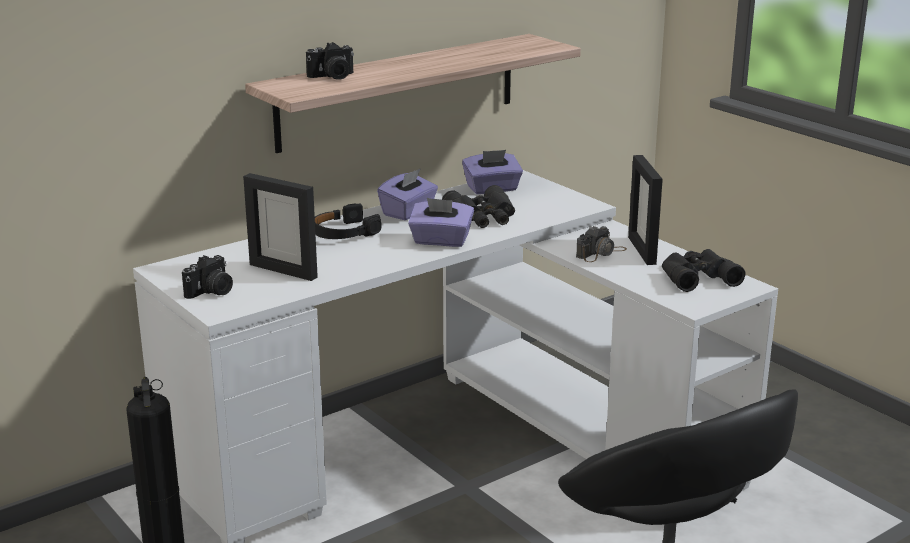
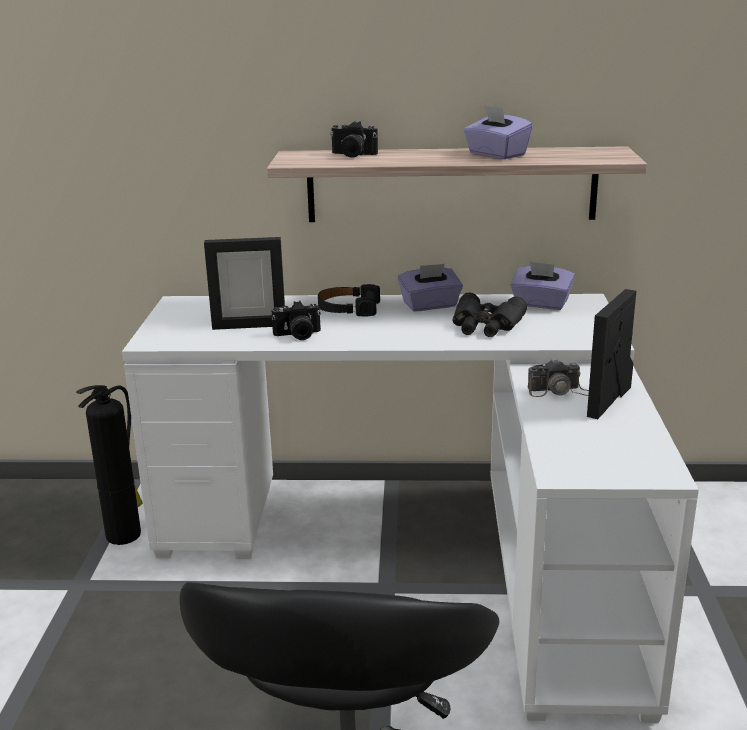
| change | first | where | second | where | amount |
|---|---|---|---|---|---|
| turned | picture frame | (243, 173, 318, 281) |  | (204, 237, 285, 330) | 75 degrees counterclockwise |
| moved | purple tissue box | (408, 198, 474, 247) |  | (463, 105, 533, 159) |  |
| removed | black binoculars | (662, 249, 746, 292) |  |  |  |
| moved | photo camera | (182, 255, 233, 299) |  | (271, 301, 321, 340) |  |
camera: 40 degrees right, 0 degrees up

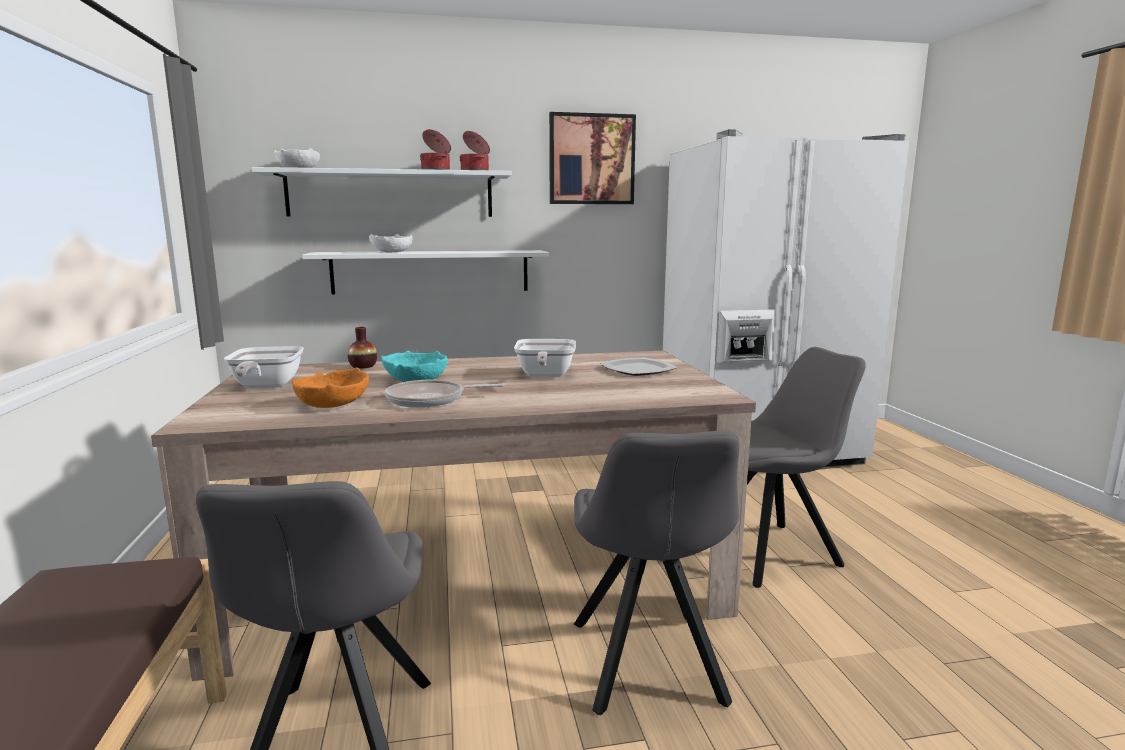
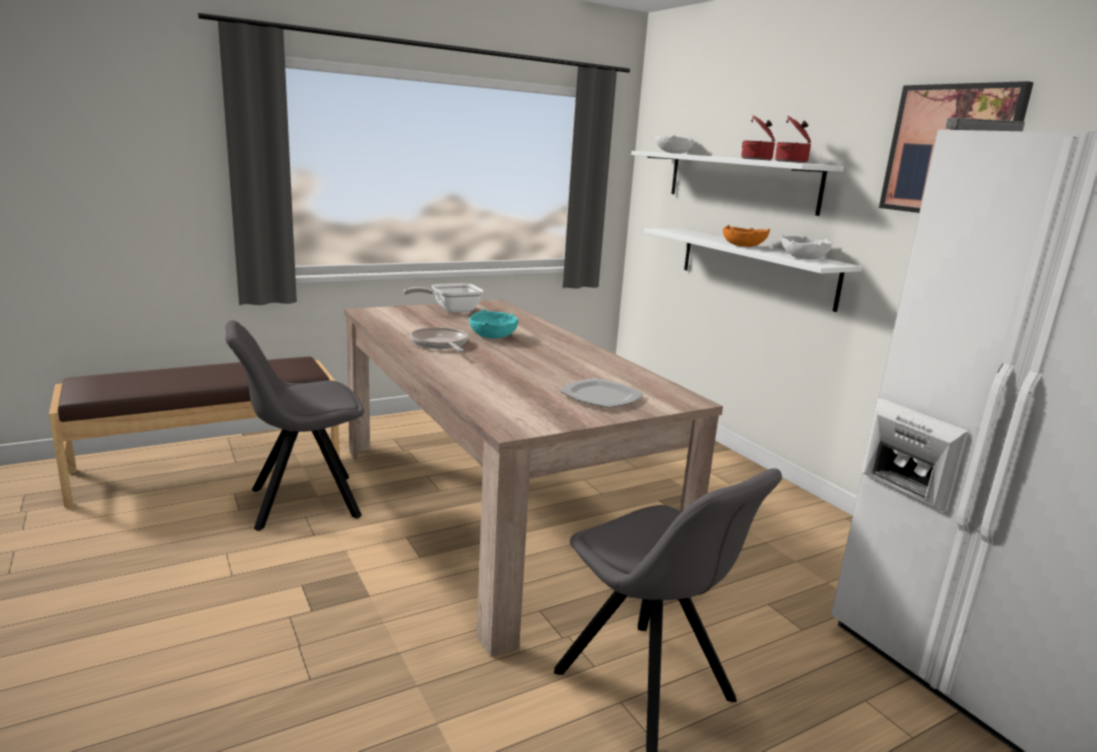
| change | first | where | second | where | amount |
|---|---|---|---|---|---|
| moved | white bowl | (369, 234, 413, 253) |  | (781, 235, 832, 259) |  |
| removed | vase | (347, 327, 377, 369) |  |  |  |
| removed | frying pan | (514, 339, 576, 377) |  |  |  |
| moved | orange bowl | (292, 367, 369, 408) |  | (723, 225, 770, 247) |  |
| removed | grey chair | (574, 430, 739, 715) |  |  |  |
camera: 70 degrees right, 5 degrees up

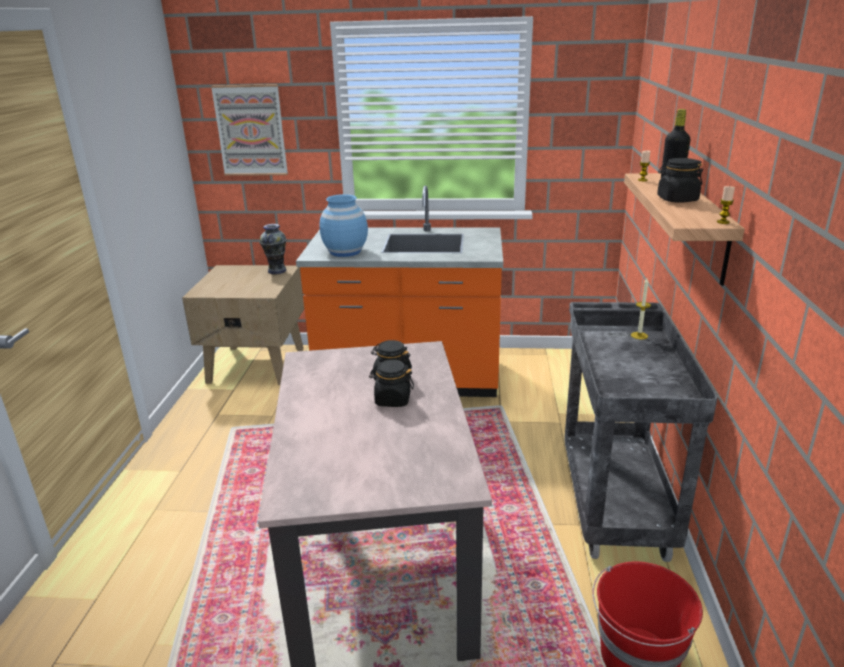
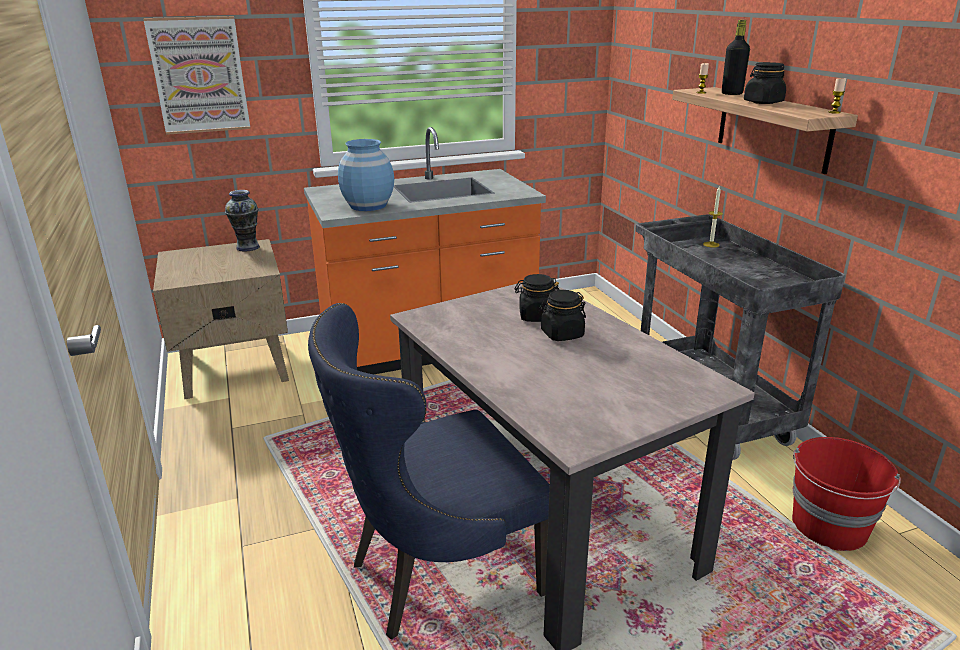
| change | first | where | second | where | amount |
|---|---|---|---|---|---|
| added |  |  | blue chair | (308, 303, 550, 640) |  |
camera: 25 degrees left, 0 degrees up

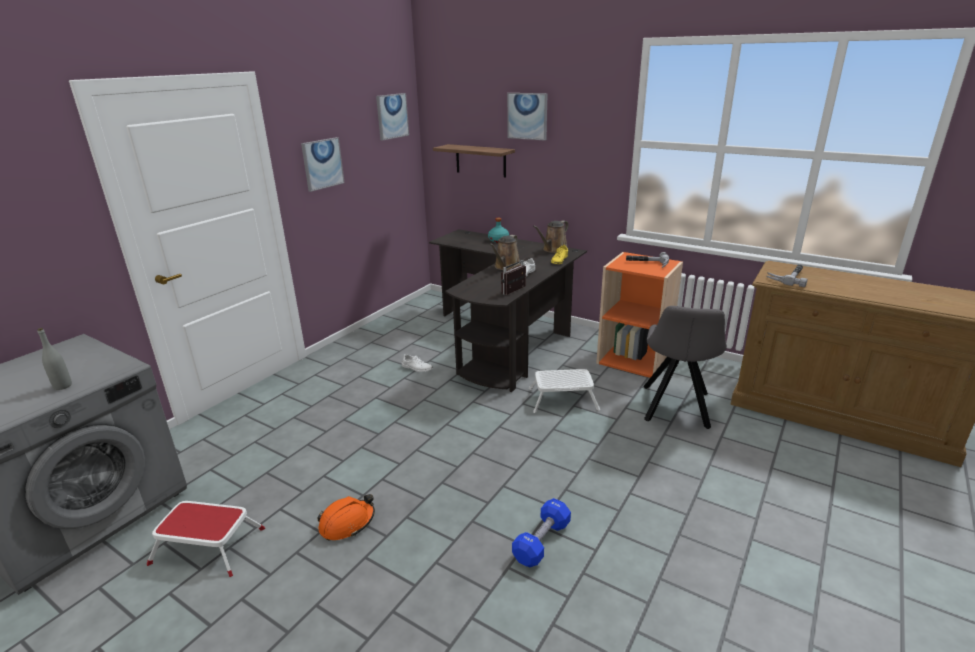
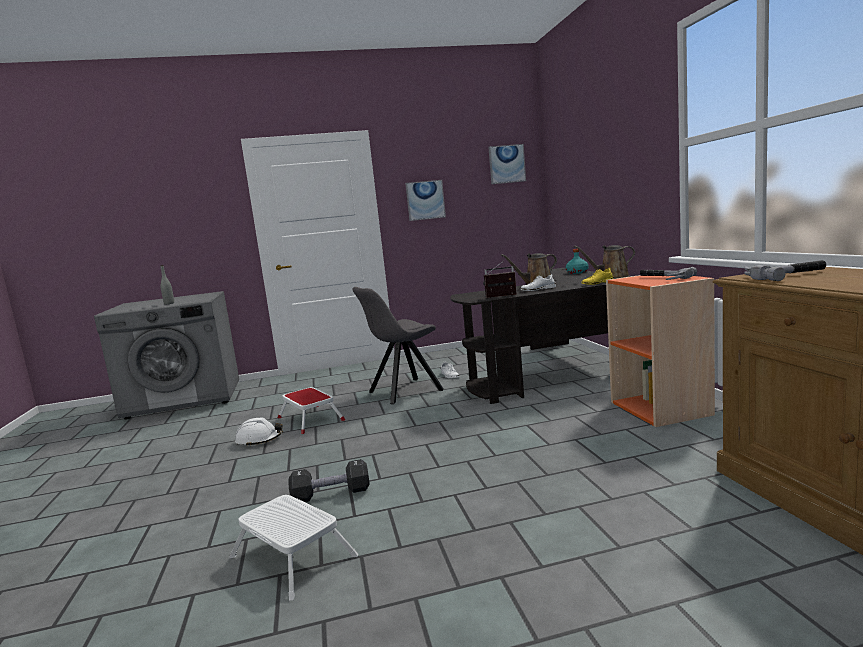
| change | first | where | second | where | amount |
|---|---|---|---|---|---|
| removed | picture | (507, 93, 548, 141) |  |  |  |
| removed | shelf | (433, 144, 515, 177) |  |  |  |
| moved | grey chair | (643, 306, 727, 429) |  | (352, 287, 444, 404) |  |
| moved | white step ladder | (529, 369, 600, 413) |  | (229, 495, 358, 601) |  |
| recoloured | orange hard hat | (318, 494, 375, 541) | white hard hat | (235, 418, 283, 447) |  |
| recoloured | blue dumbbell | (512, 498, 571, 567) | black dumbbell | (288, 459, 370, 502) |  |
| moved | red step ladder | (147, 501, 265, 577) |  | (278, 387, 345, 434) |  |
camera: 45 degrees right, 15 degrees down

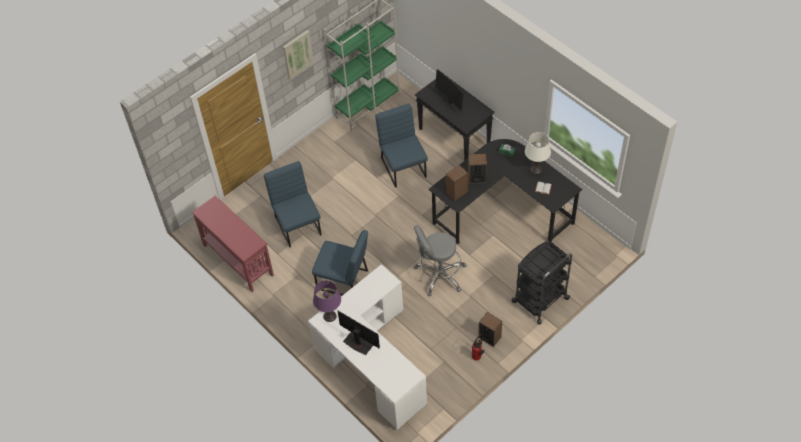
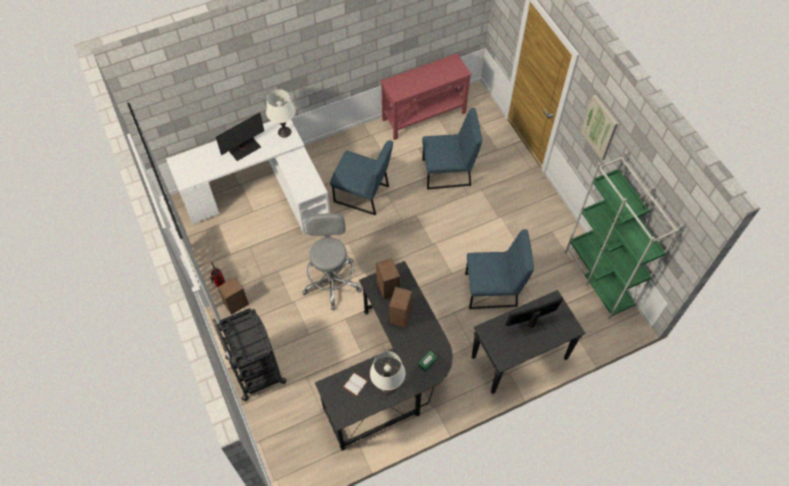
| change | first | where | second | where | amount |
|---|---|---|---|---|---|
| turned | blue chair | (312, 230, 368, 296) |  | (330, 140, 393, 215) | 105 degrees counterclockwise |
| recoloured | purple table lamp | (313, 280, 341, 322) | white table lamp | (266, 89, 295, 138) |  |
camera: 105 degrees right, 5 degrees up

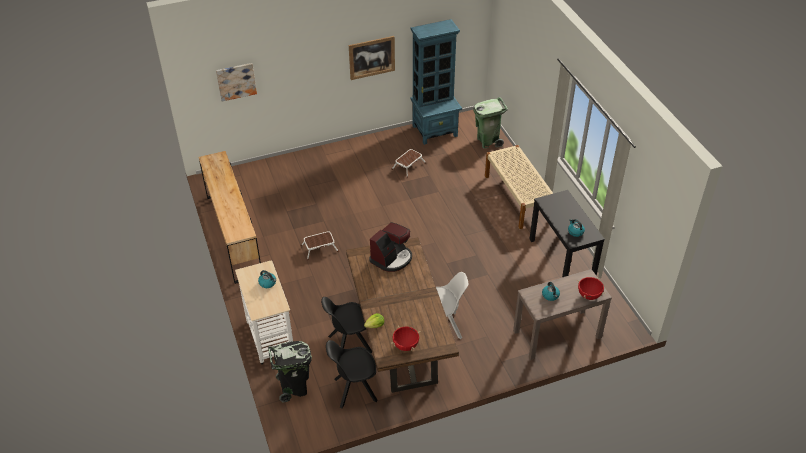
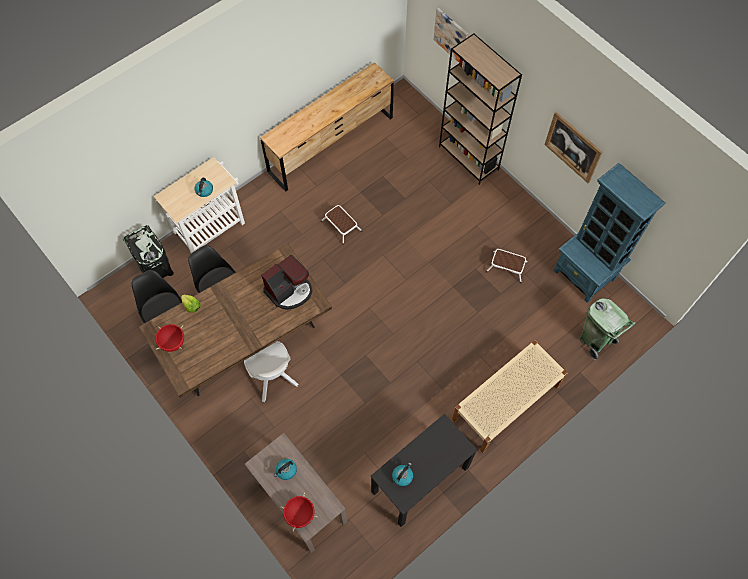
| change | first | where | second | where | amount |
|---|---|---|---|---|---|
| turned | coffee machine | (369, 222, 412, 272) |  | (261, 255, 313, 310) | 60 degrees counterclockwise |
| added |  |  | beige bookcase | (439, 33, 522, 185) |  |
camera: 70 degrees right, 20 degrees up

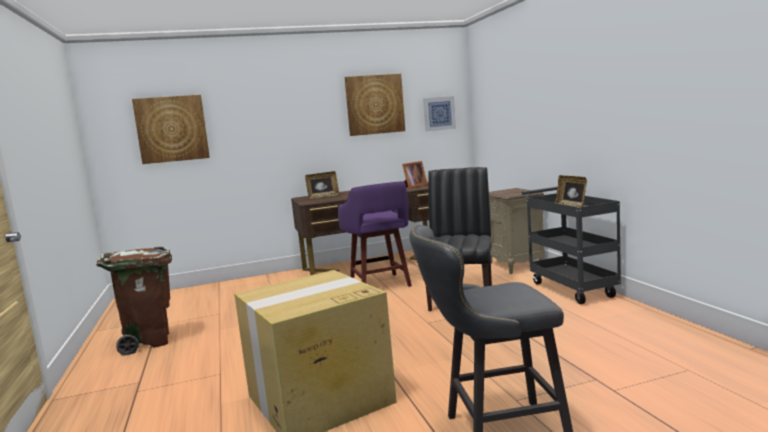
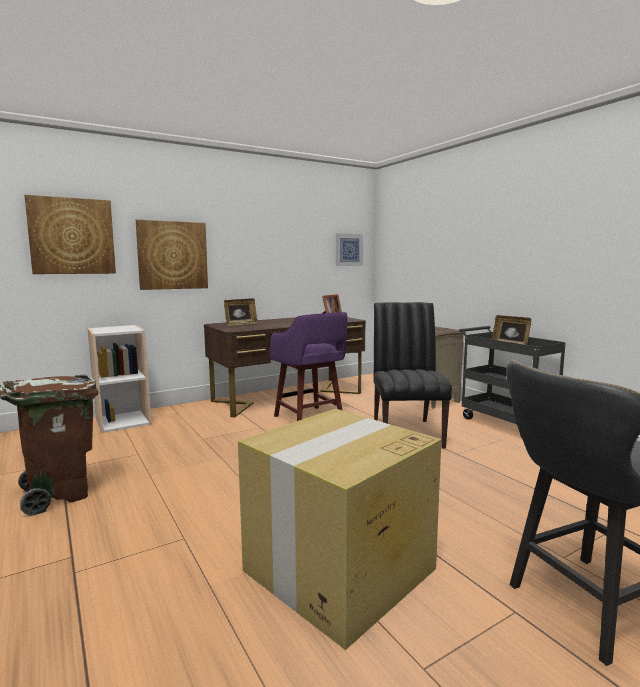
| change | first | where | second | where | amount |
|---|---|---|---|---|---|
| moved | picture | (345, 74, 405, 136) |  | (136, 220, 208, 290) |  |
| added |  |  | bookcase | (87, 325, 152, 433) |  |
camera: 15 degrees left, 0 degrees up

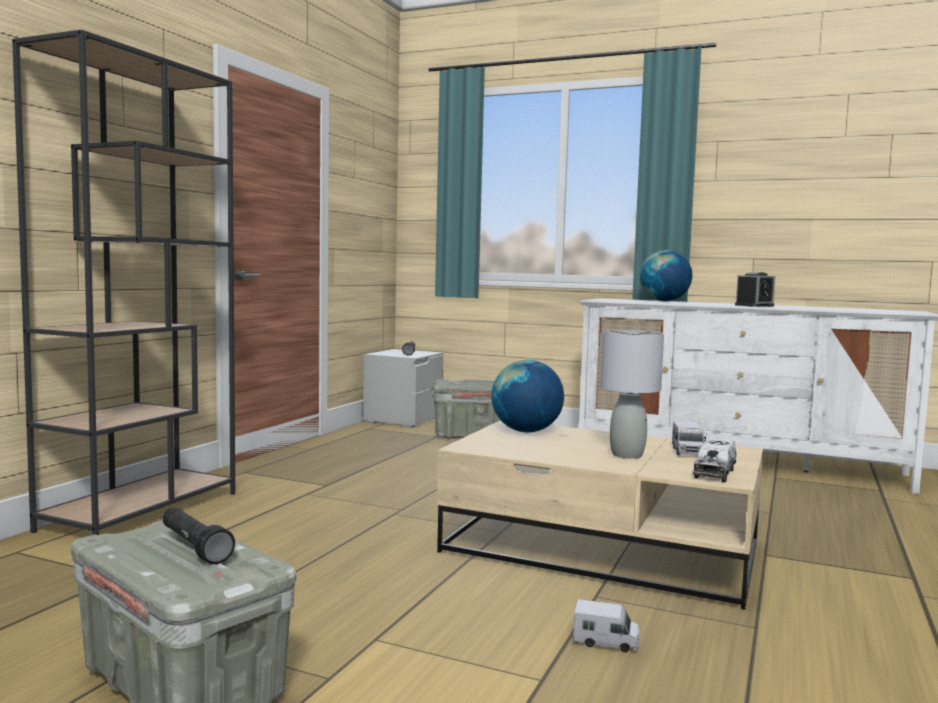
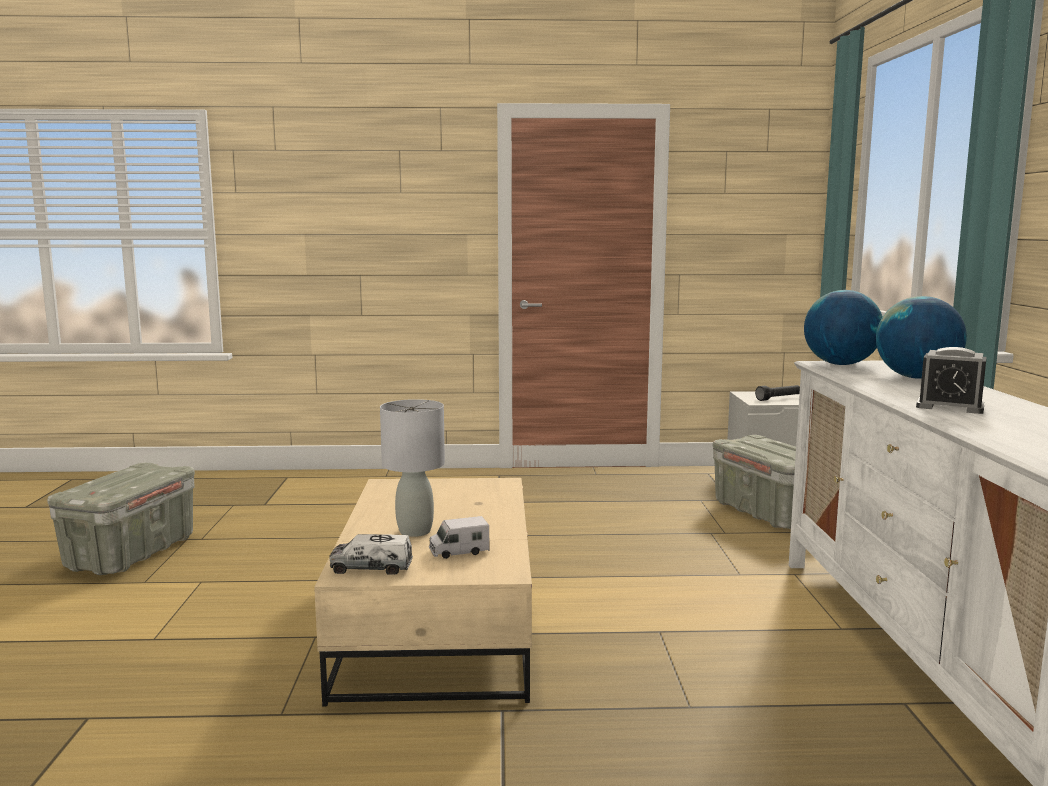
| change | first | where | second | where | amount |
|---|---|---|---|---|---|
| removed | bookcase | (12, 30, 235, 535) |  |  |  |
| moved | globe | (491, 360, 564, 433) |  | (804, 290, 883, 365) |  |
| removed | black flashlight | (163, 507, 235, 564) |  |  |  |
| removed | toy truck | (573, 599, 640, 652) |  |  |  |
camera: 65 degrees right, 5 degrees up

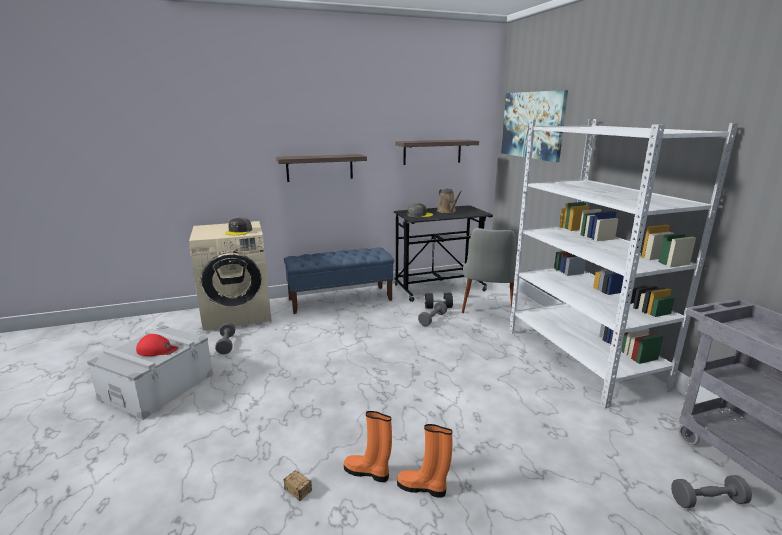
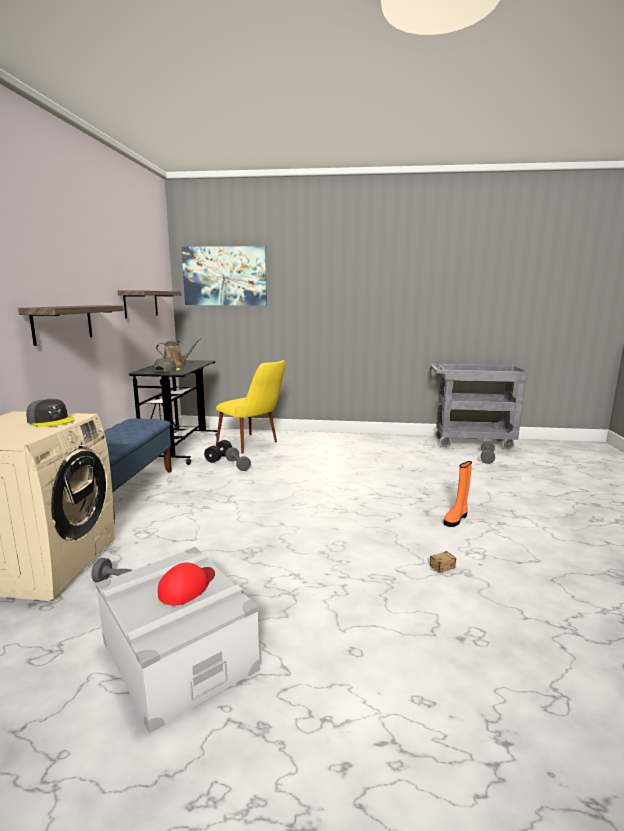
| change | first | where | second | where | amount |
|---|---|---|---|---|---|
| removed | white bookcase | (509, 119, 738, 408) |  |  |  |
| recoloured | grey chair | (462, 228, 516, 313) | yellow chair | (216, 360, 286, 454) |  |
| removed | orange boot | (344, 411, 392, 482) |  |  |  |
camera: 65 degrees left, 5 degrees down

